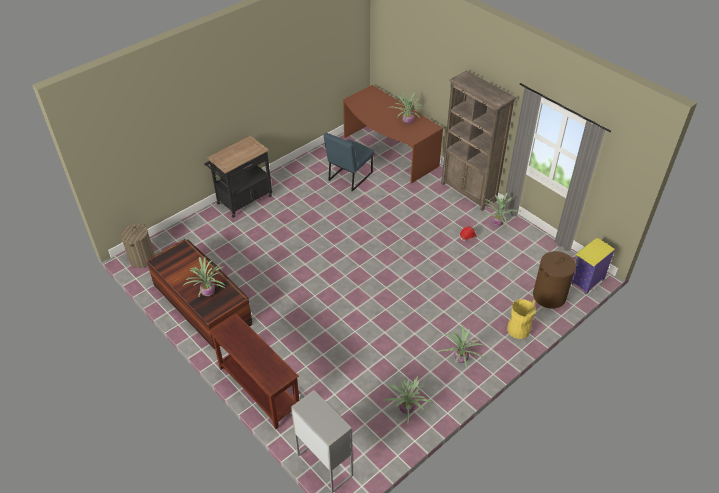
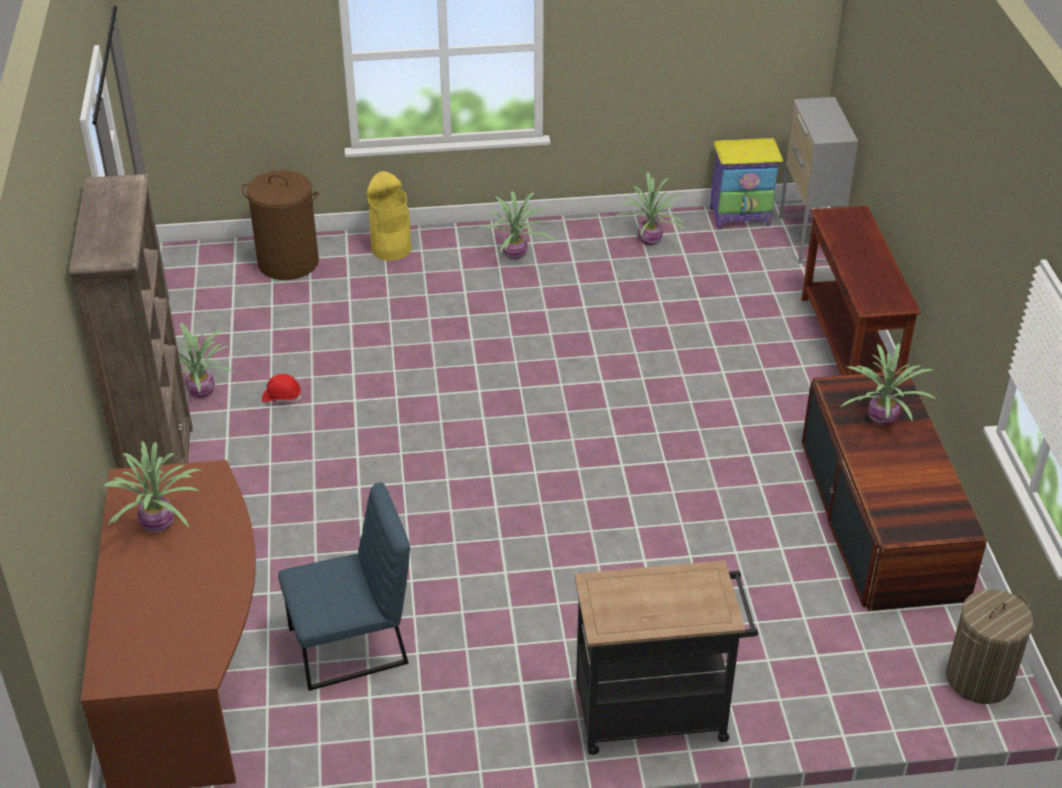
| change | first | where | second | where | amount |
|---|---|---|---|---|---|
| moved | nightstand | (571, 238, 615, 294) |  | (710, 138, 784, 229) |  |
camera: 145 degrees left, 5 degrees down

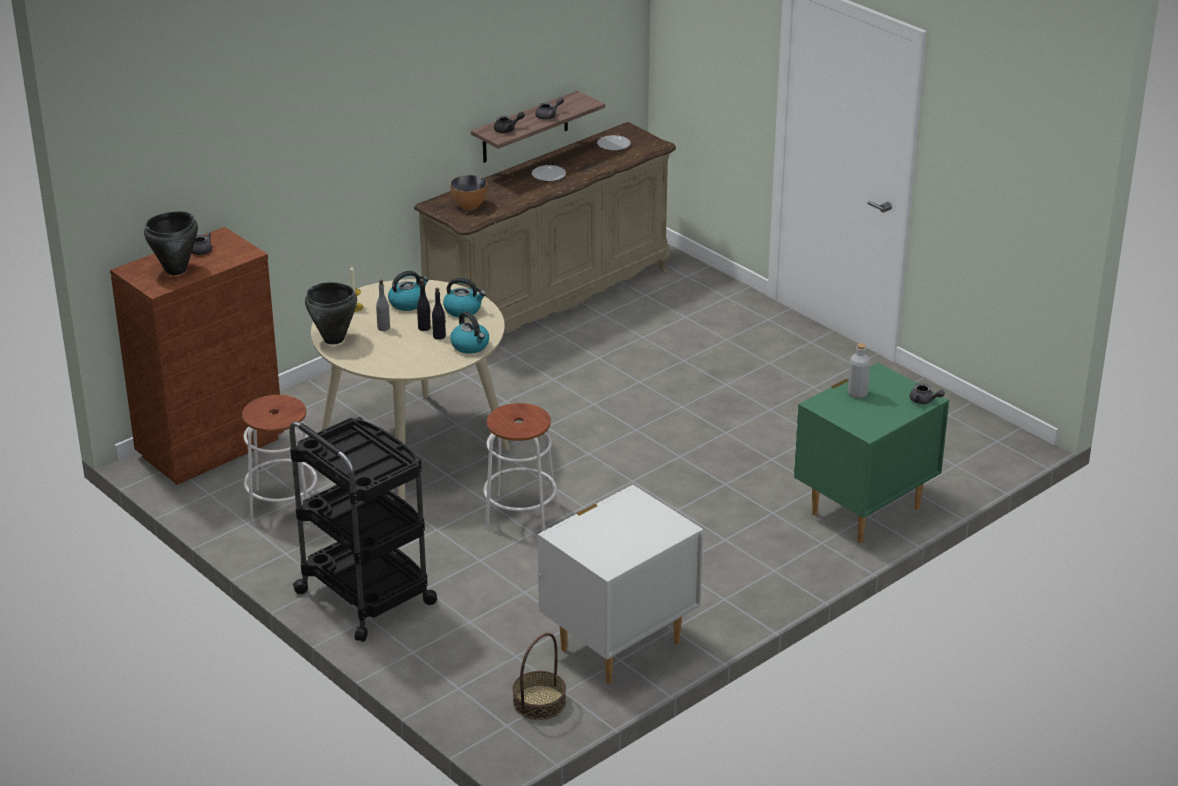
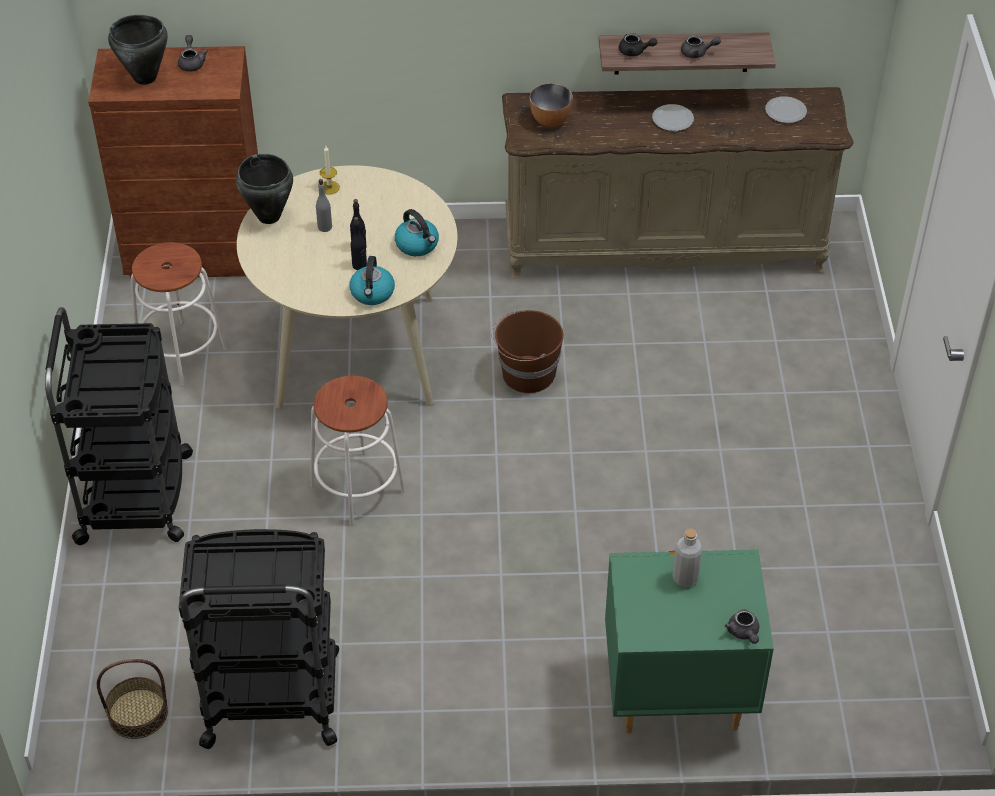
| change | first | where | second | where | amount |
|---|---|---|---|---|---|
| removed | kettle | (388, 271, 429, 311) |  |  |  |
| replaced | white nightstand | (537, 485, 703, 684) | black cart | (179, 529, 339, 749) |  |
| added |  |  | brown bucket | (492, 310, 564, 393) |  |
camera: 40 degrees right, 15 degrees up

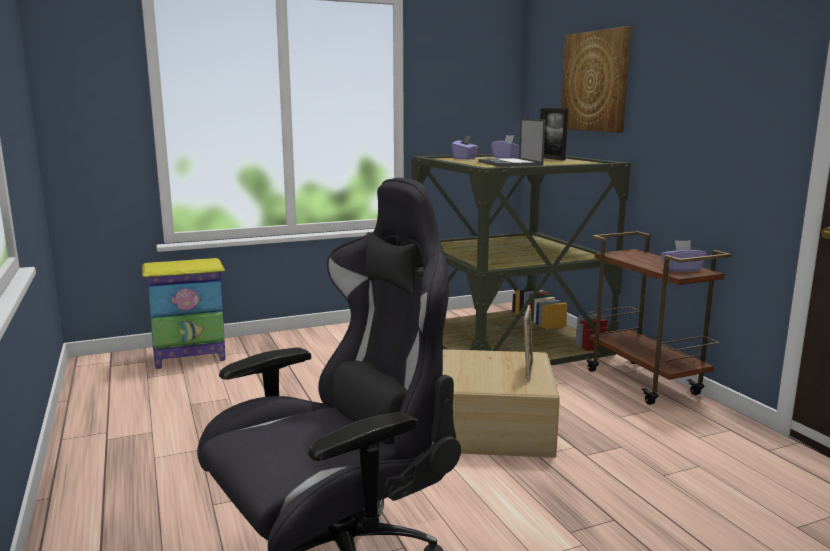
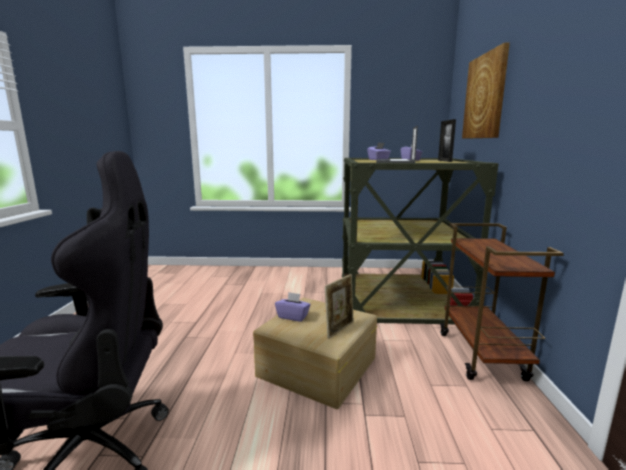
| change | first | where | second | where | amount |
|---|---|---|---|---|---|
| moved | purple tissue box | (661, 240, 706, 272) |  | (275, 292, 311, 322) |  |
| removed | nightstand | (142, 258, 226, 369) |  |  |  |
camera: 25 degrees right, 0 degrees up

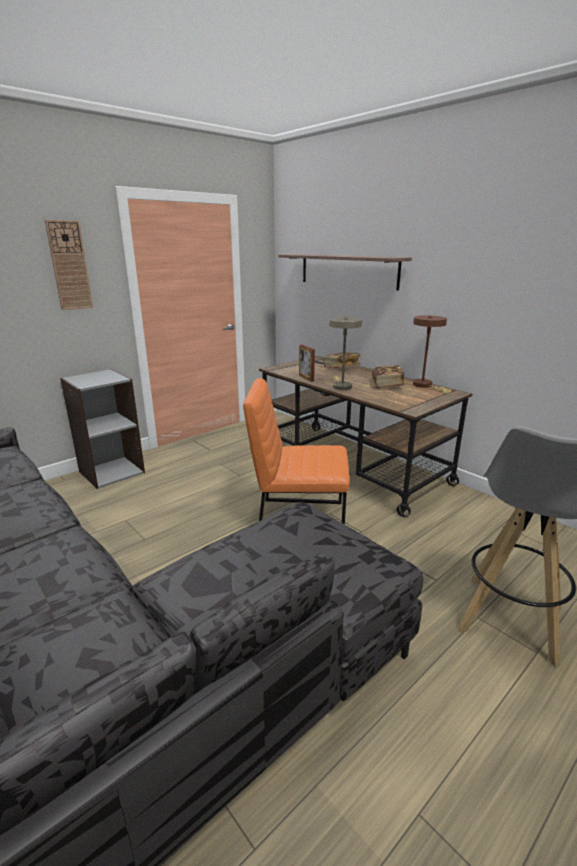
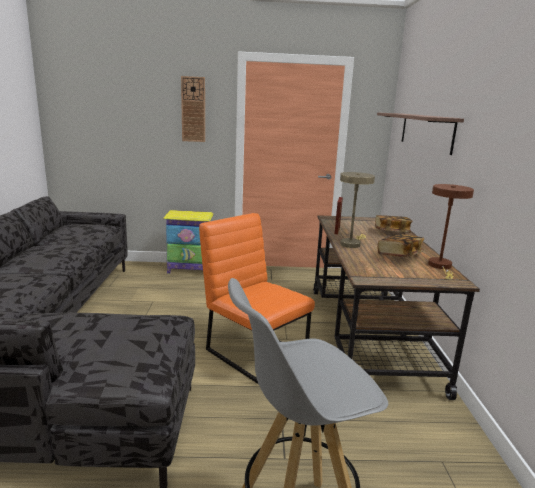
| change | first | where | second | where | amount |
|---|---|---|---|---|---|
| replaced | grey bookcase | (60, 369, 145, 489) | nightstand | (163, 210, 214, 274) |  |
camera: 40 degrees right, 5 degrees down

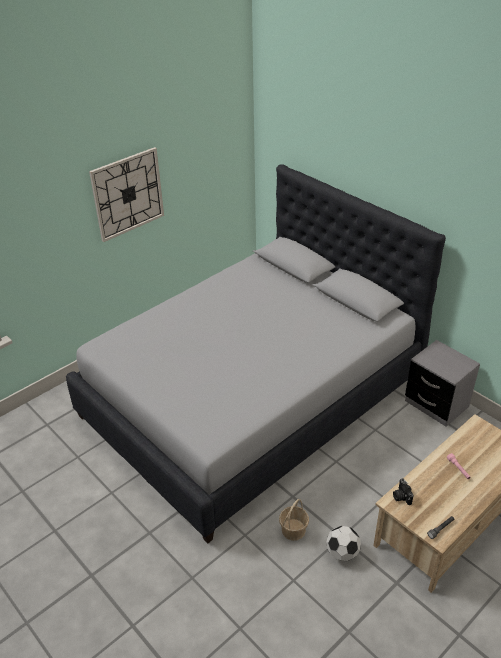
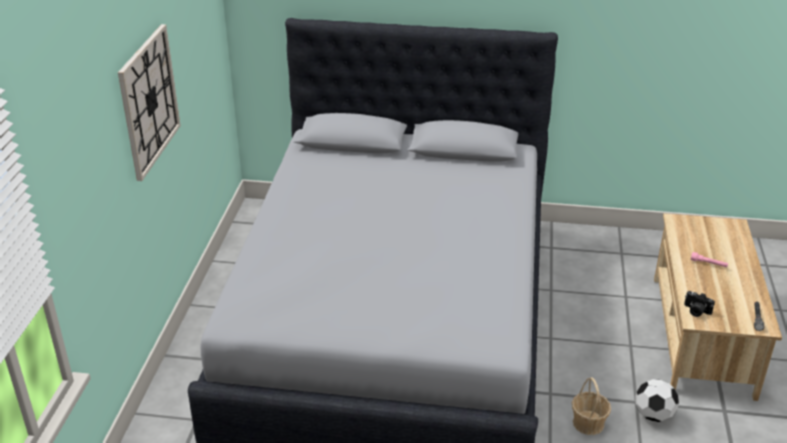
| change | first | where | second | where | amount |
|---|---|---|---|---|---|
| removed | grey nightstand | (405, 340, 480, 427) |  |  |  |
camera: 40 degrees left, 5 degrees down

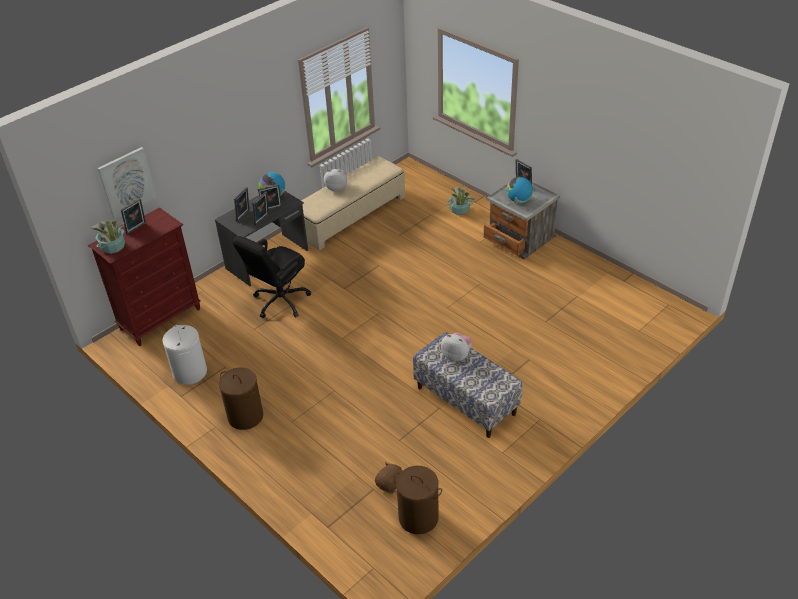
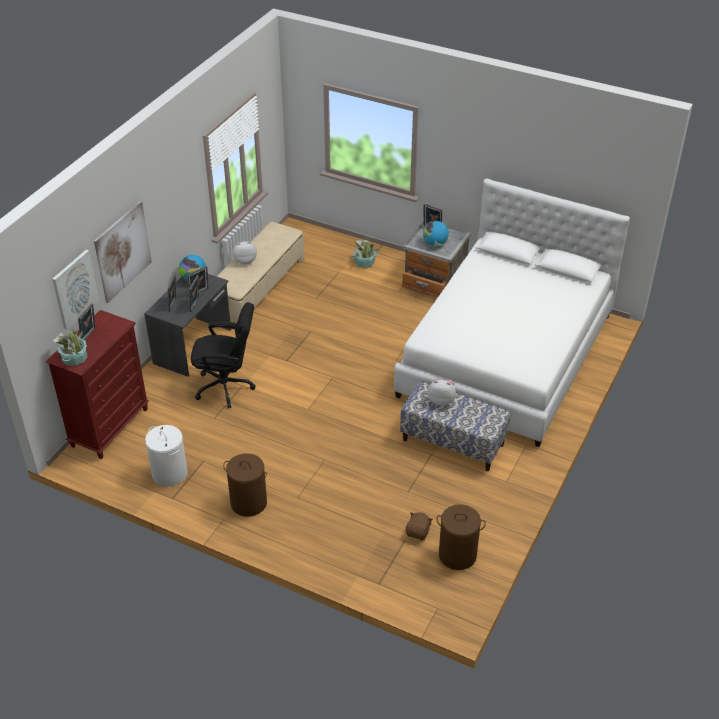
| change | first | where | second | where | amount |
|---|---|---|---|---|---|
| turned | black office chair | (232, 236, 311, 318) |  | (191, 302, 256, 408) | 105 degrees counterclockwise |
| added |  |  | white bed | (394, 178, 630, 447) |  |
| added |  |  | picture | (94, 201, 152, 303) |  |
camera: 20 degrees left, 0 degrees up

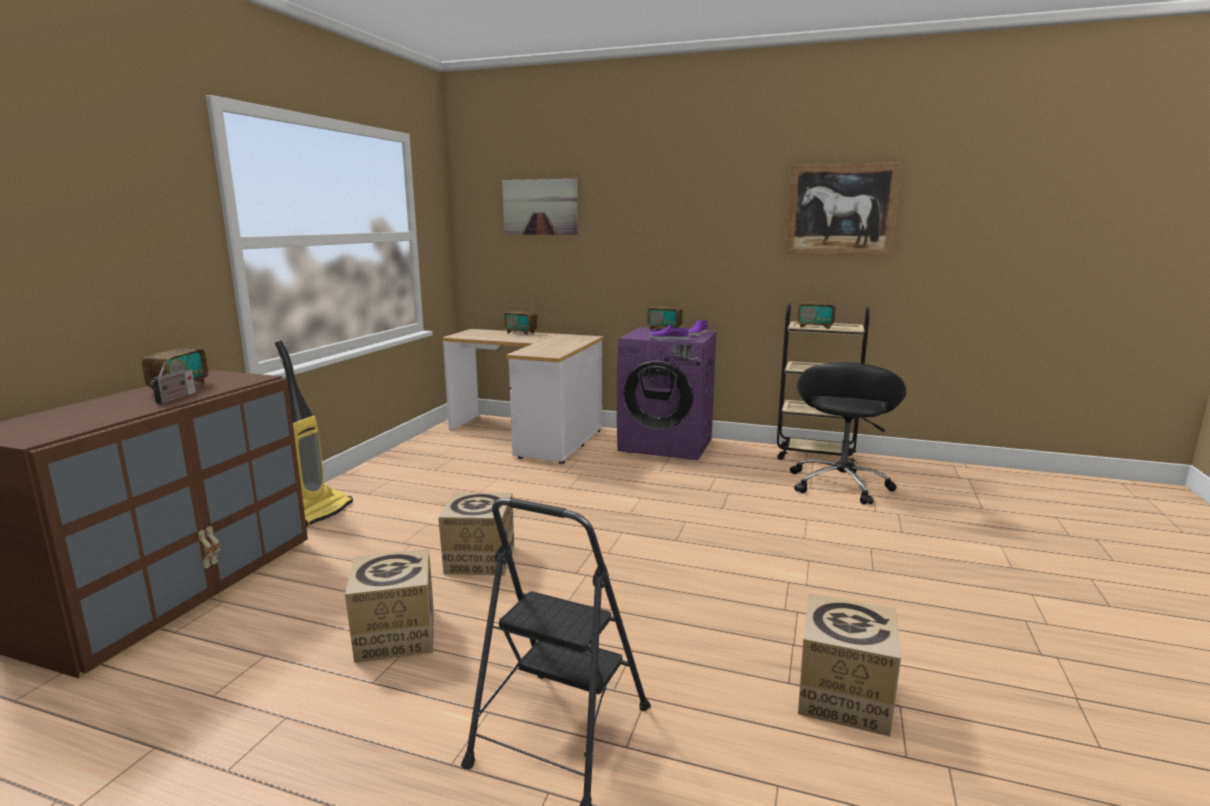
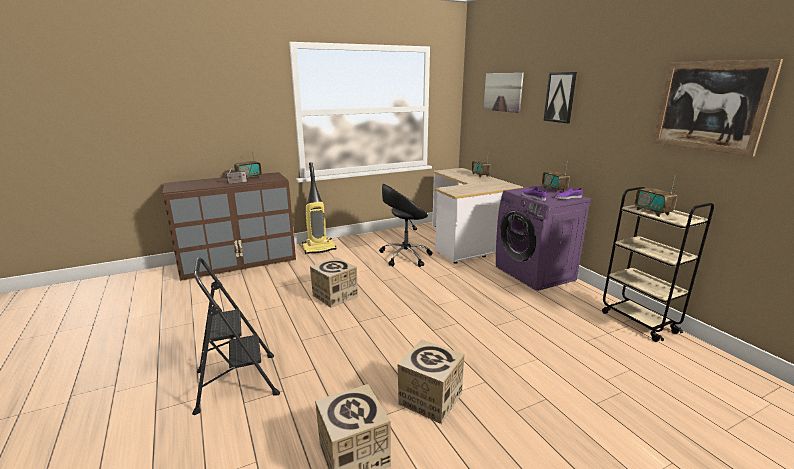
| change | first | where | second | where | amount |
|---|---|---|---|---|---|
| moved | black office chair | (790, 362, 906, 504) |  | (379, 184, 433, 267) |  |
| moved | cardboard box | (345, 548, 434, 663) |  | (398, 340, 465, 424) |  |
| added |  |  | picture | (544, 72, 577, 123) |  |
camera: 45 degrees right, 5 degrees up

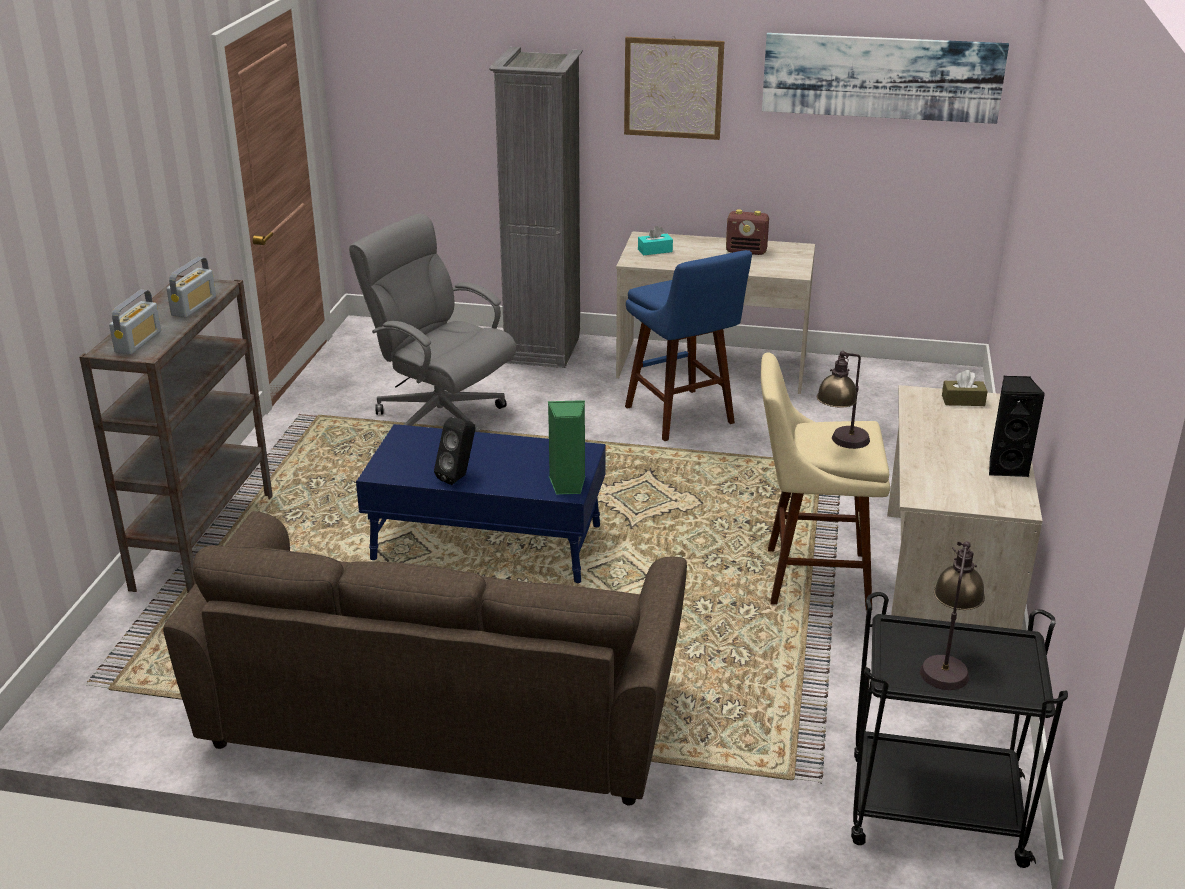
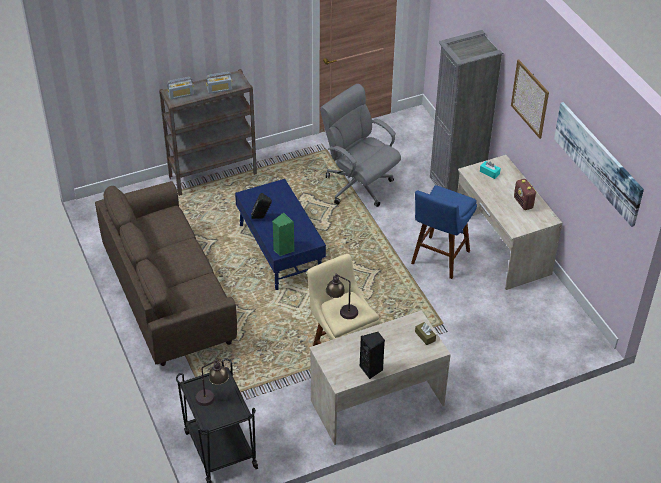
| change | first | where | second | where | amount |
|---|---|---|---|---|---|
| turned | grey office chair | (349, 214, 516, 432) |  | (320, 84, 401, 207) | 45 degrees counterclockwise |
camera: 55 degrees right, 15 degrees up

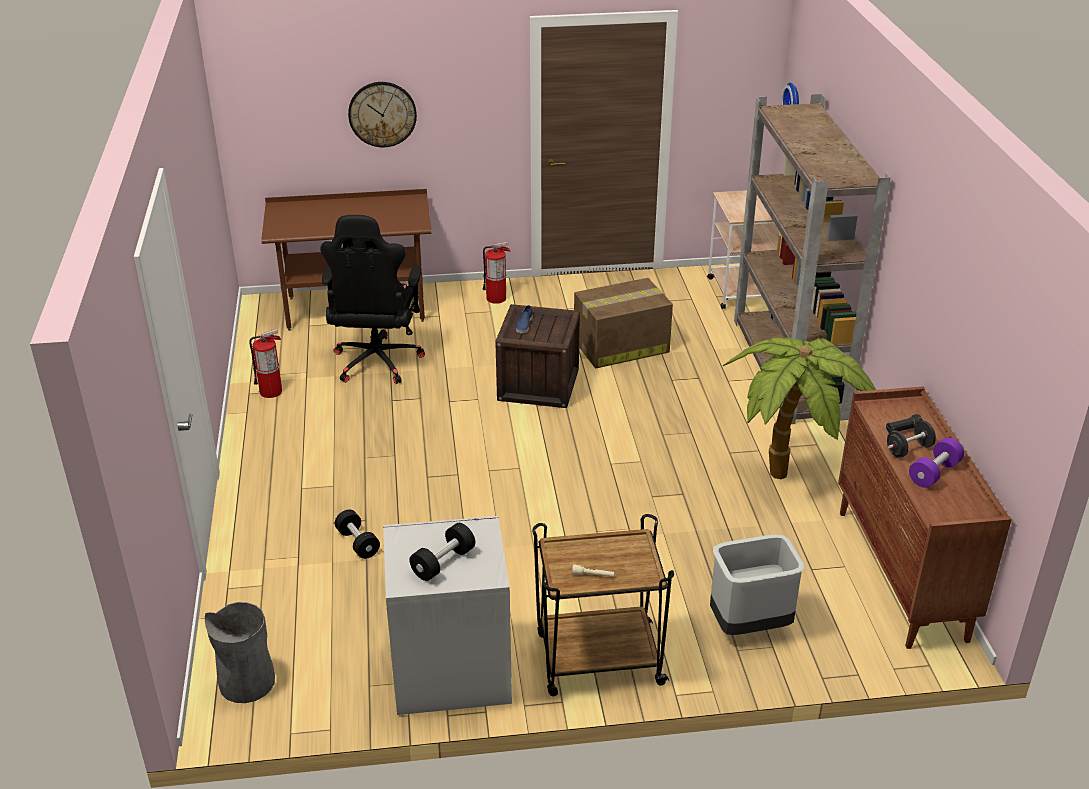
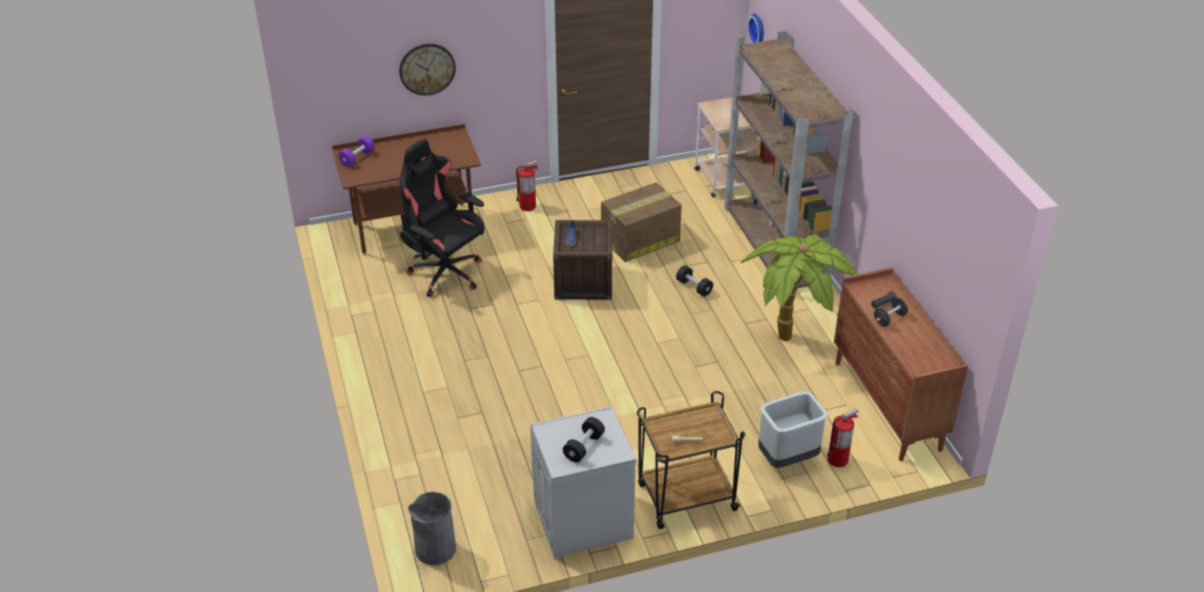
| change | first | where | second | where | amount |
|---|---|---|---|---|---|
| turned | black office chair | (320, 215, 425, 384) |  | (400, 139, 484, 297) | 135 degrees clockwise |
| moved | fire extinguisher | (249, 329, 282, 398) |  | (827, 408, 858, 467) |  |
| moved | purple dumbbell | (909, 438, 964, 488) |  | (338, 136, 375, 167) |  |
| moved | black dumbbell | (335, 510, 380, 559) |  | (676, 265, 713, 296) |  |
camera: 10 degrees left, 5 degrees up

